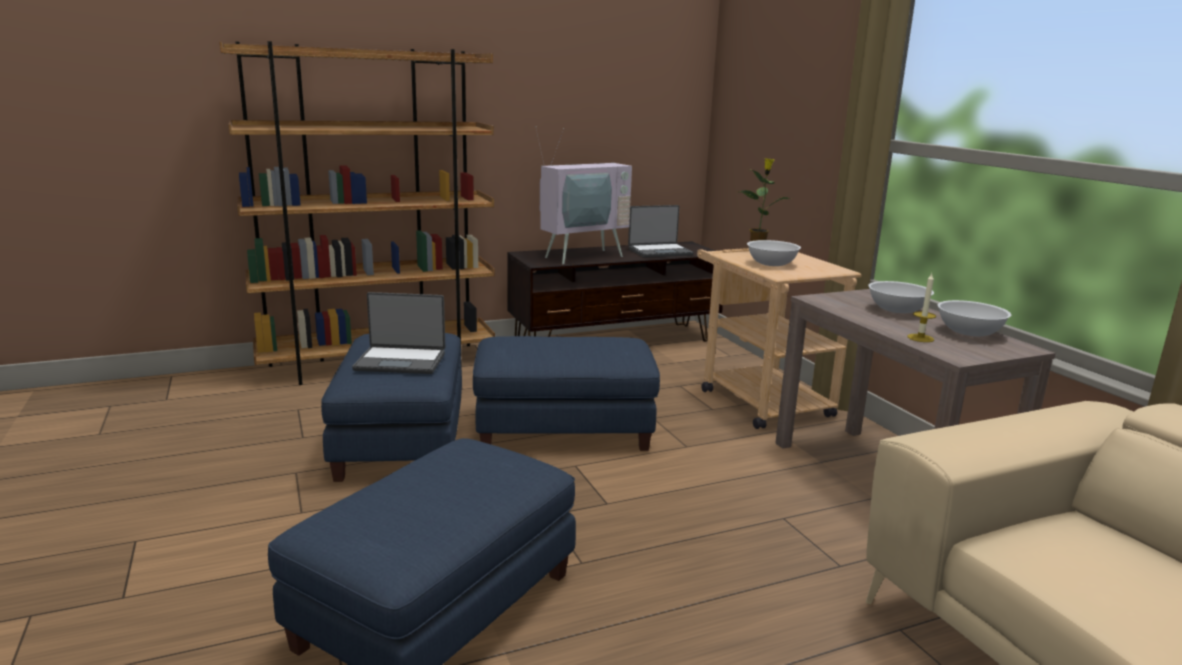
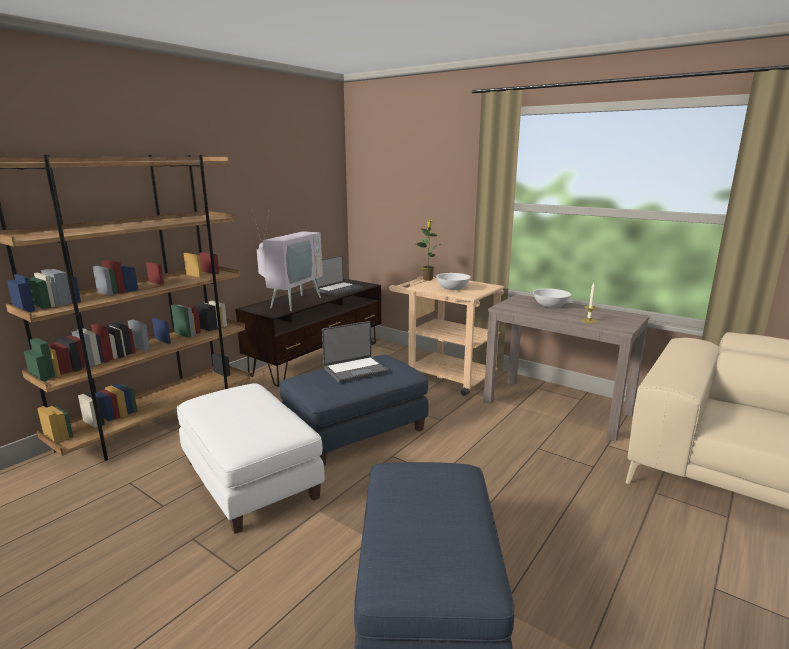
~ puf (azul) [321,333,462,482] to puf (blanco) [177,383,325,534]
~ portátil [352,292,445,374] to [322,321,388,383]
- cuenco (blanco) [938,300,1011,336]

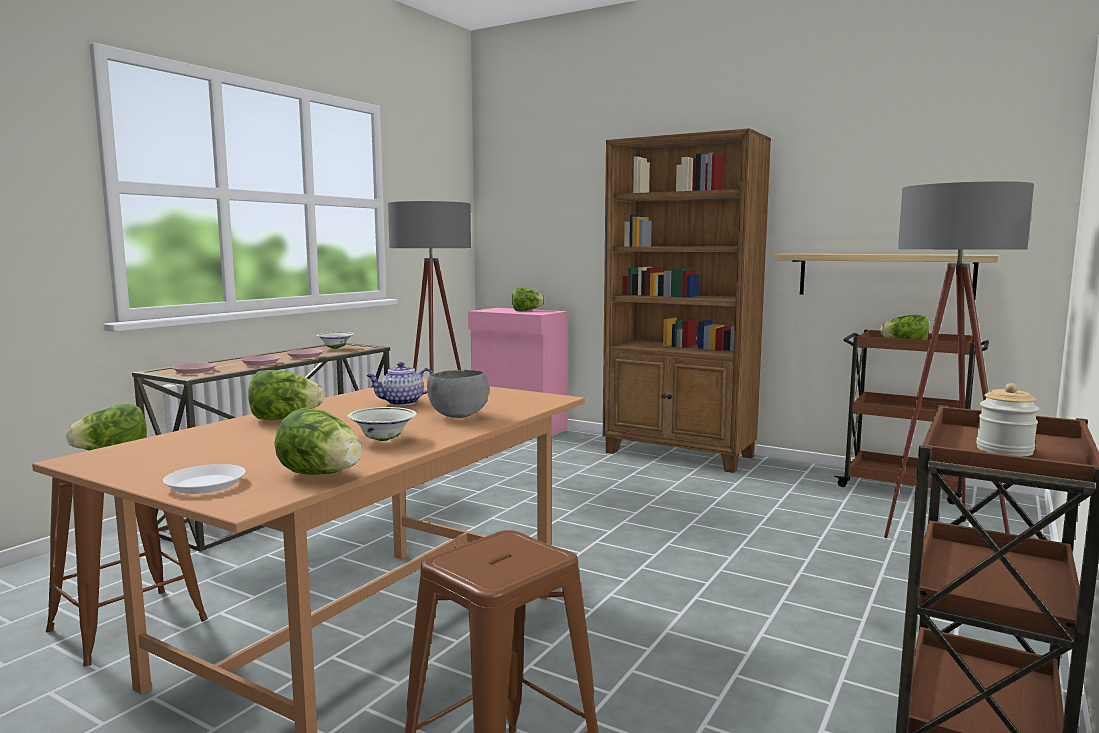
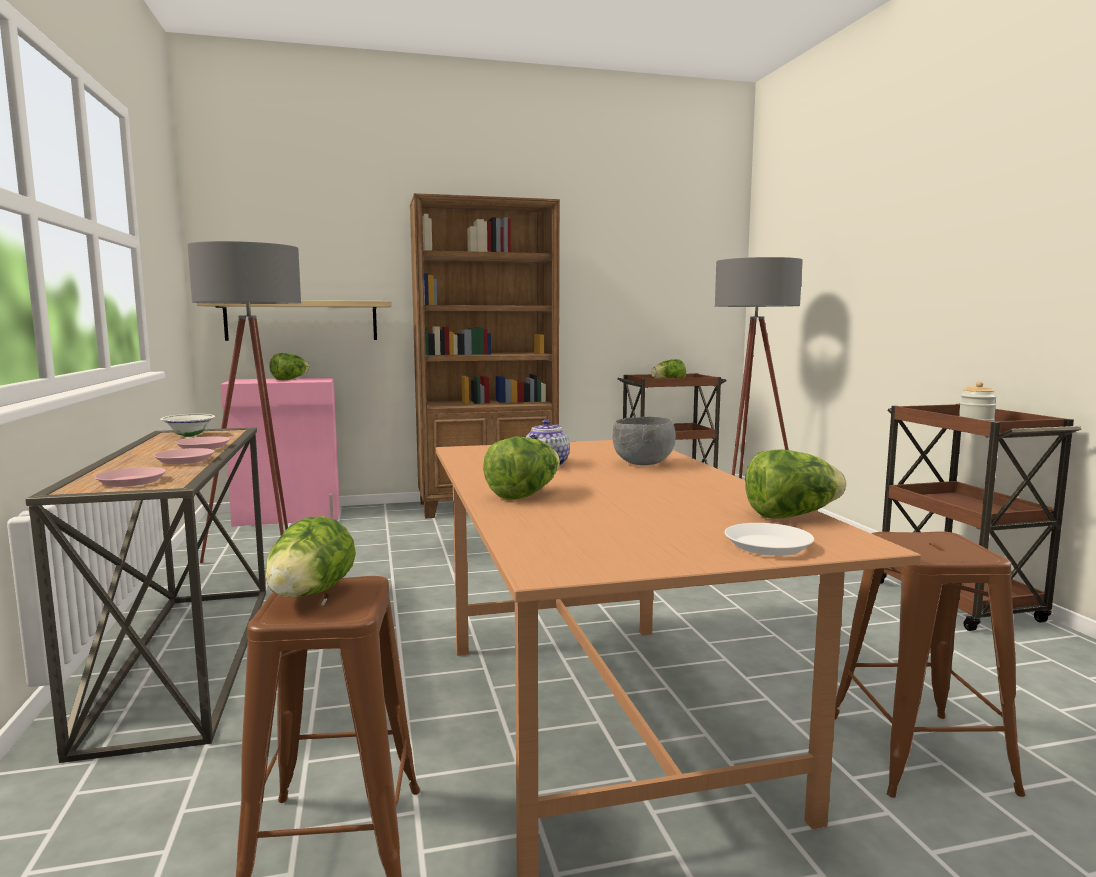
~ estante [774,254,999,299] to [196,300,392,341]
- cuenco (blanco) [347,407,417,441]

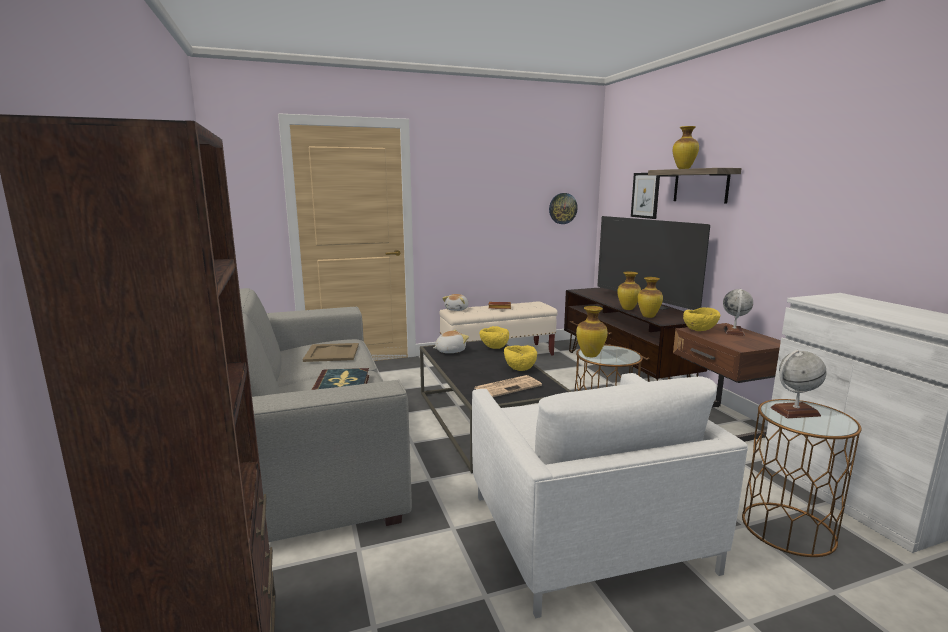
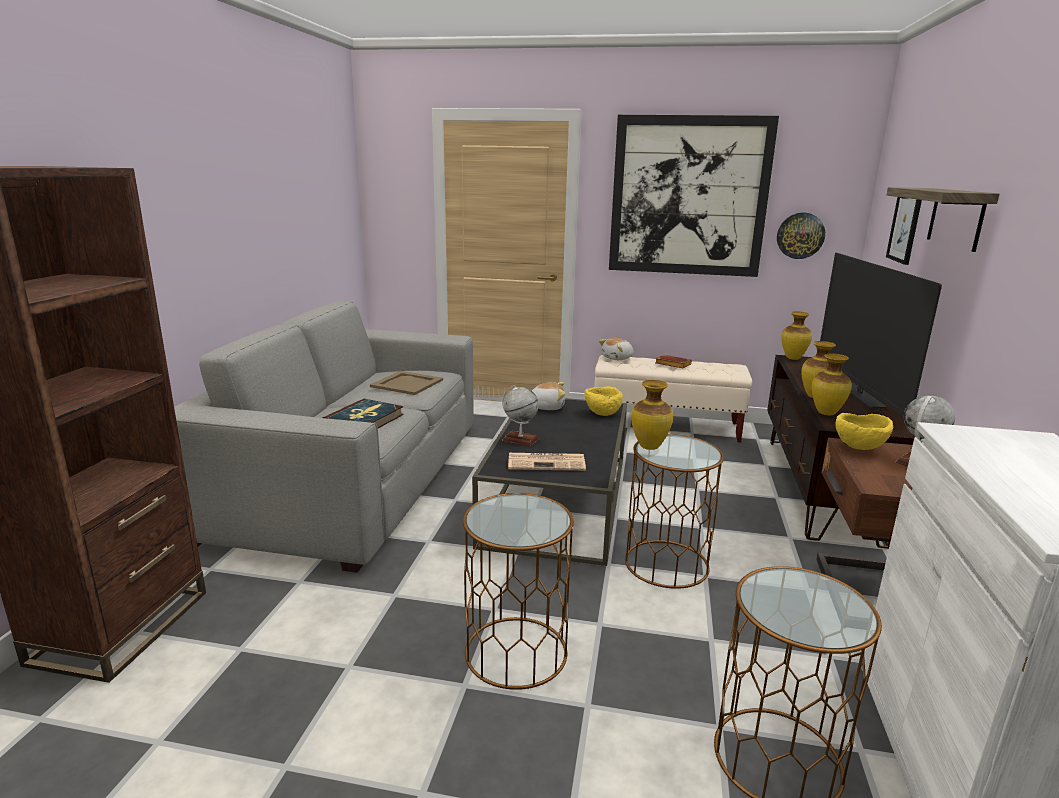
~ sillón (blanco) [472,373,748,618] to mesa auxiliar (marrón) [463,493,574,690]
~ globo terráqueo [770,350,827,418] to [502,385,539,447]
+ cuadro [609,115,779,277]
~ florero [673,126,699,169] to [781,311,812,360]
- cuenco (amarillo) [504,345,537,371]

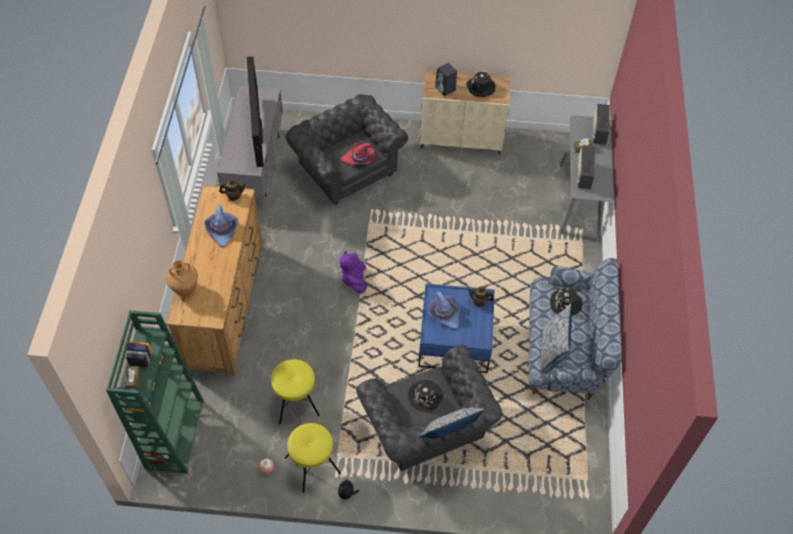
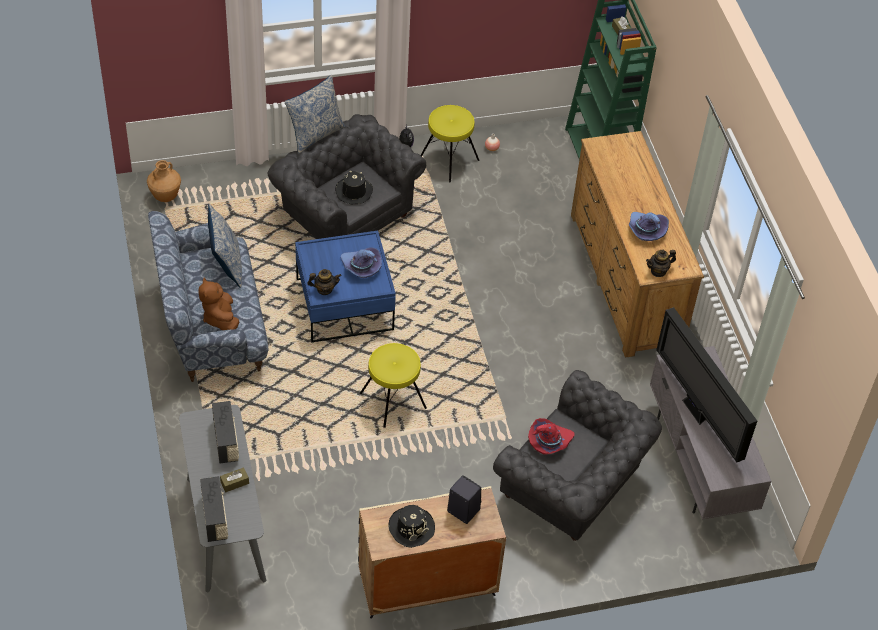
~ florero (marrón) [166,260,198,296] to [147,160,181,202]
~ sombrero (negro) [550,288,582,316] to peluche (marrón) [199,277,239,330]
~ taburete (amarillo) [271,359,320,424] to [360,343,427,428]
- peluche (morado) [340,250,368,294]

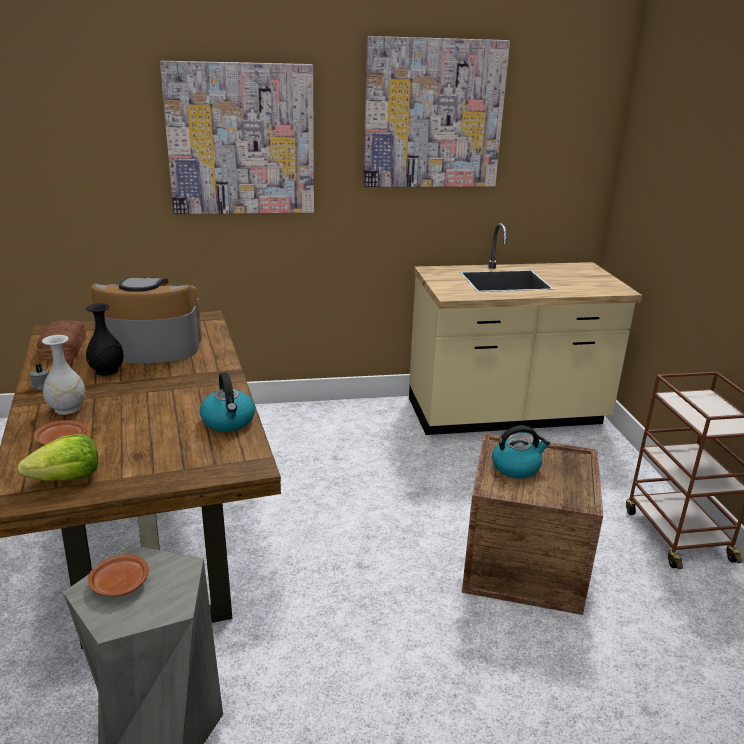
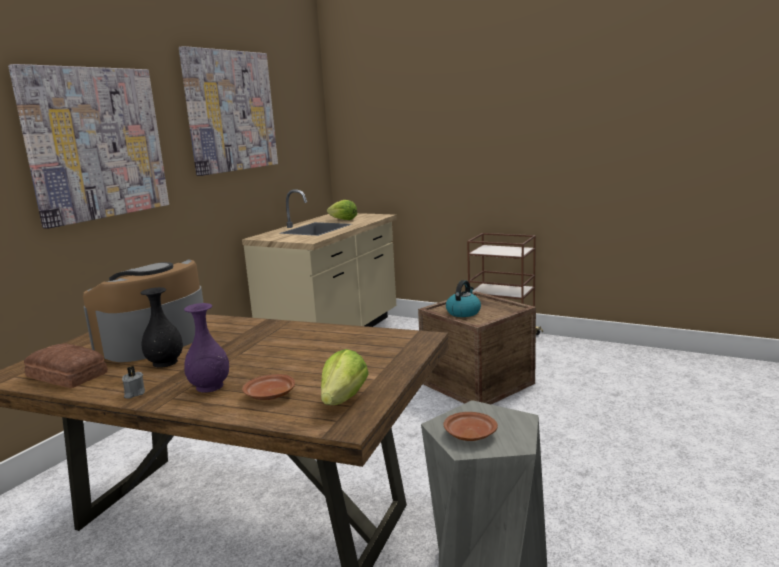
~ florero (blanco) [42,335,86,415] to florero (morado) [184,303,229,393]
+ lechuga [327,200,357,220]
- hervidor [200,372,255,432]

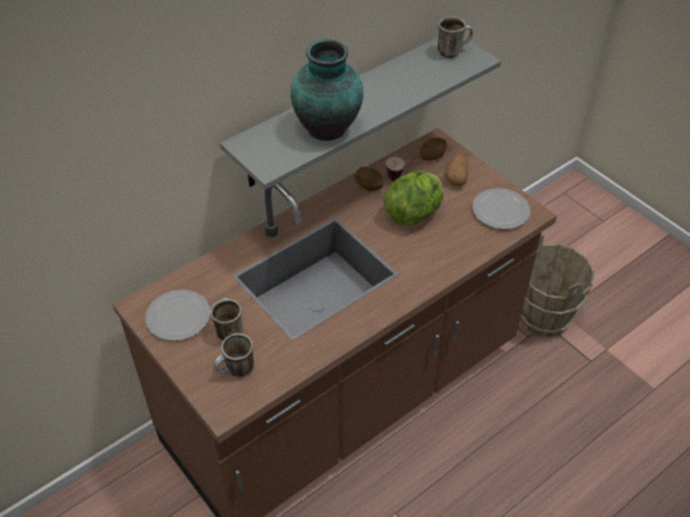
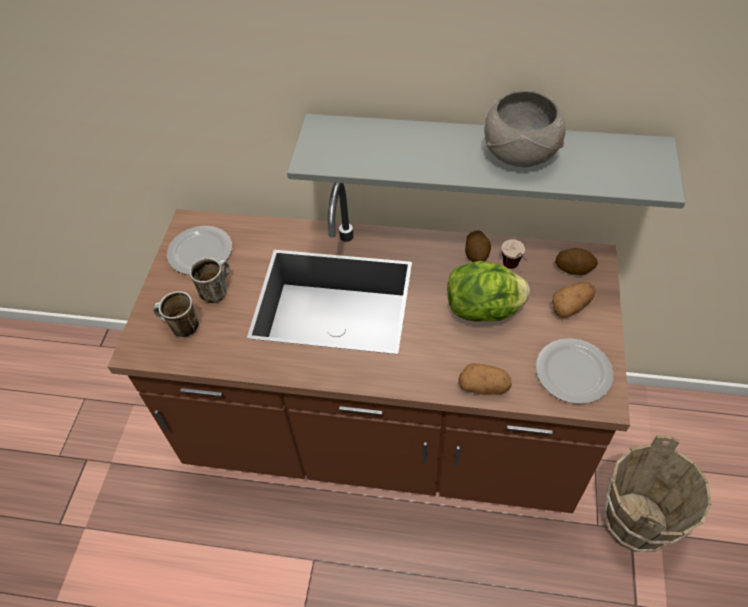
+ patata [458,363,512,395]
+ cuenco (gris) [484,90,566,167]
- florero [291,39,363,141]
- taza grande [438,16,473,58]

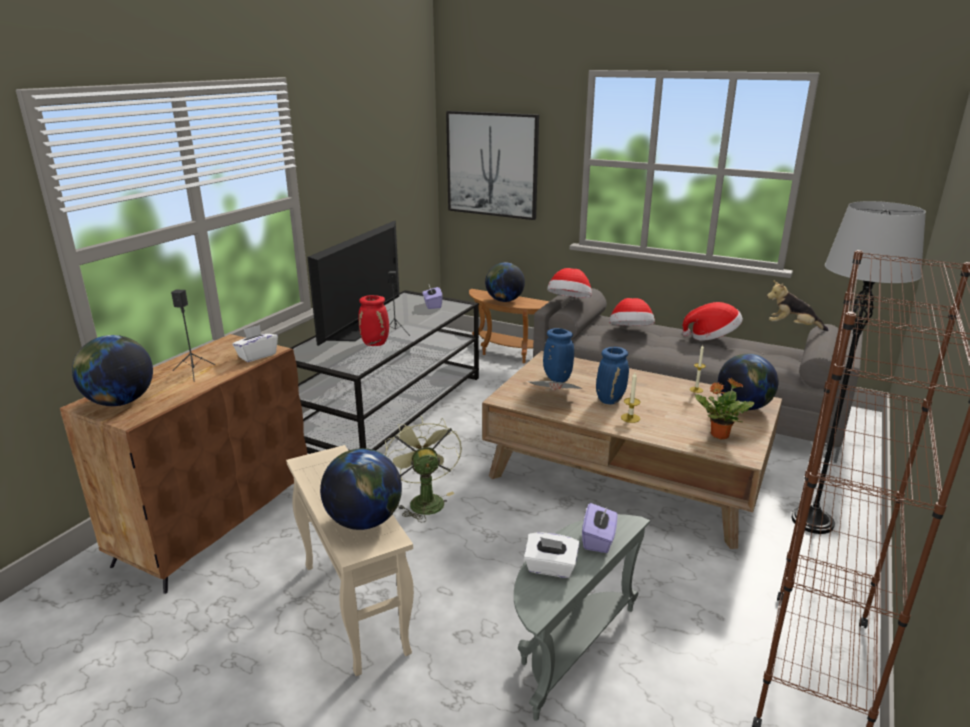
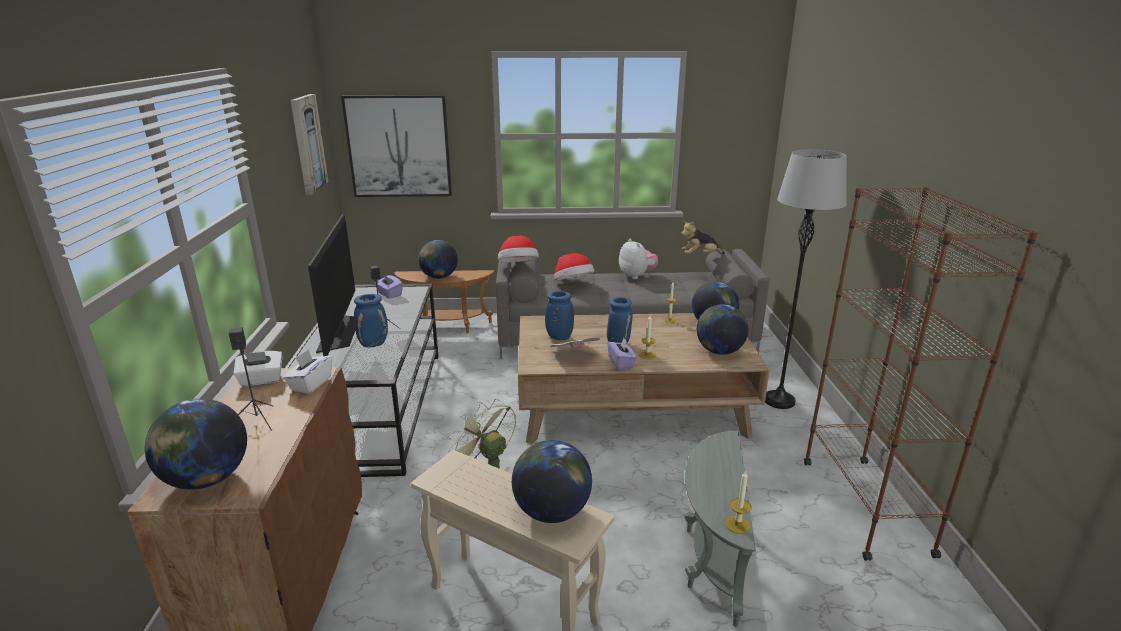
~ caja de pañuelos (blanco) [524,532,579,578] to [233,351,282,386]
+ cuadro [291,94,329,195]
~ florero (rojo) [358,295,389,346] to florero (azul) [354,294,388,348]
~ caja de pañuelos (morado) [582,503,618,553] to [607,338,637,370]
~ sombrero [682,302,743,341] to peluche [619,239,658,279]
~ planta en maceta [695,377,754,440] to globo terráqueo [697,304,748,355]
+ vela [725,470,752,534]

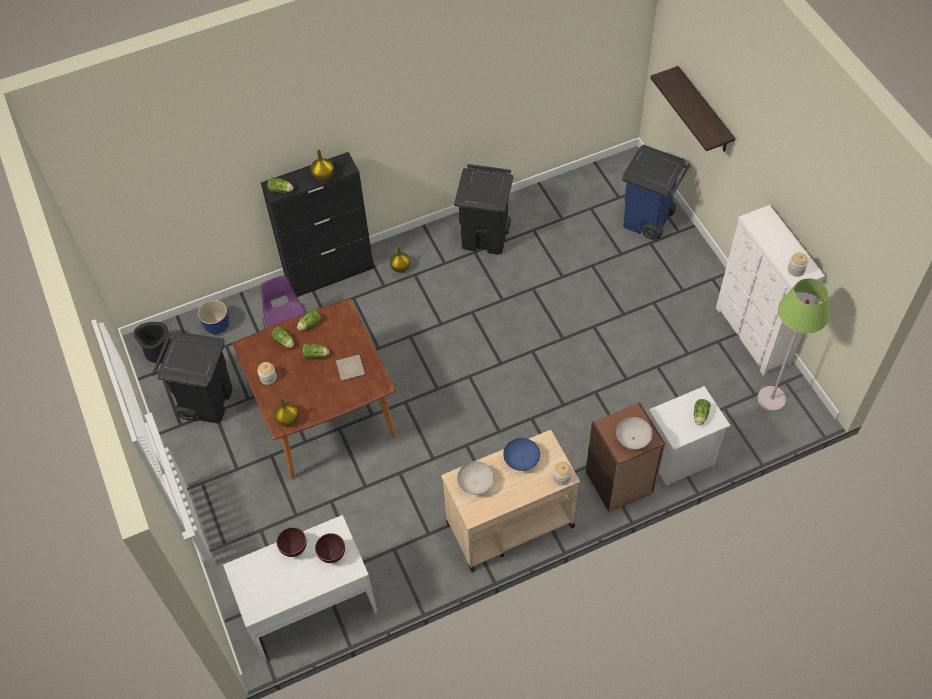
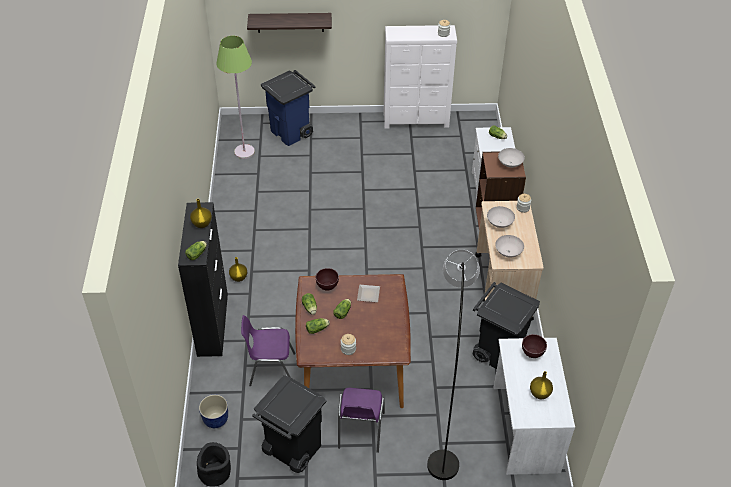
~ lámpara de pie (verde) [757,278,829,412] to [216,36,255,159]
~ cuenco (marrón) [276,527,307,557] to [316,268,339,291]
+ silla (morado) [338,388,385,453]
+ lámpara de pie (gris) [427,249,480,480]
~ papelera (negro) [454,164,513,254] to [473,282,540,369]
~ cuenco (azul) [503,438,540,471] to cuenco (blanco) [487,206,515,228]
~ florero (amarillo) [274,397,299,426] to [530,371,553,399]

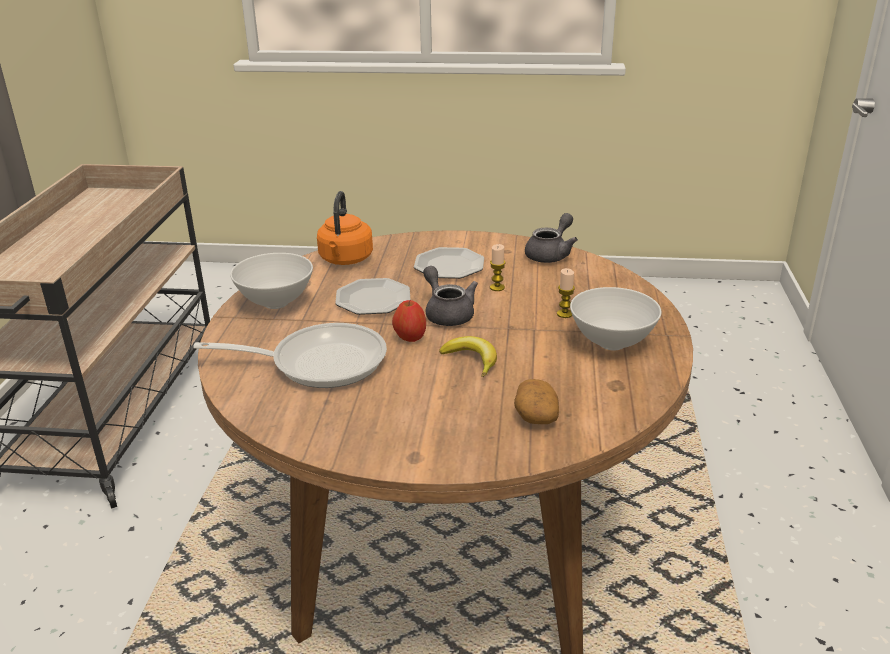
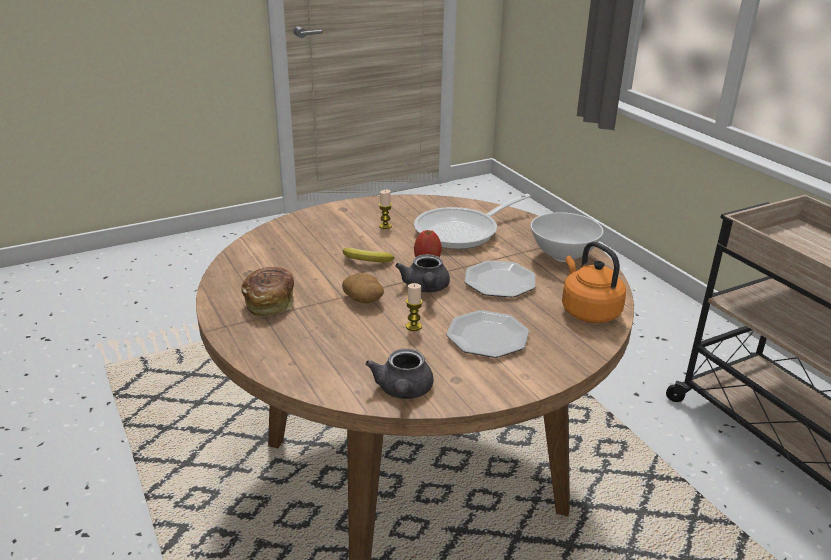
~ cuenco (blanco) [570,287,661,350] to pan [241,267,294,316]
~ patata [514,379,559,424] to [342,273,384,303]
~ vela [557,268,575,318] to [379,190,392,229]
~ tetera (gris) [423,266,478,326] = [395,254,450,293] 60 degrees clockwise

